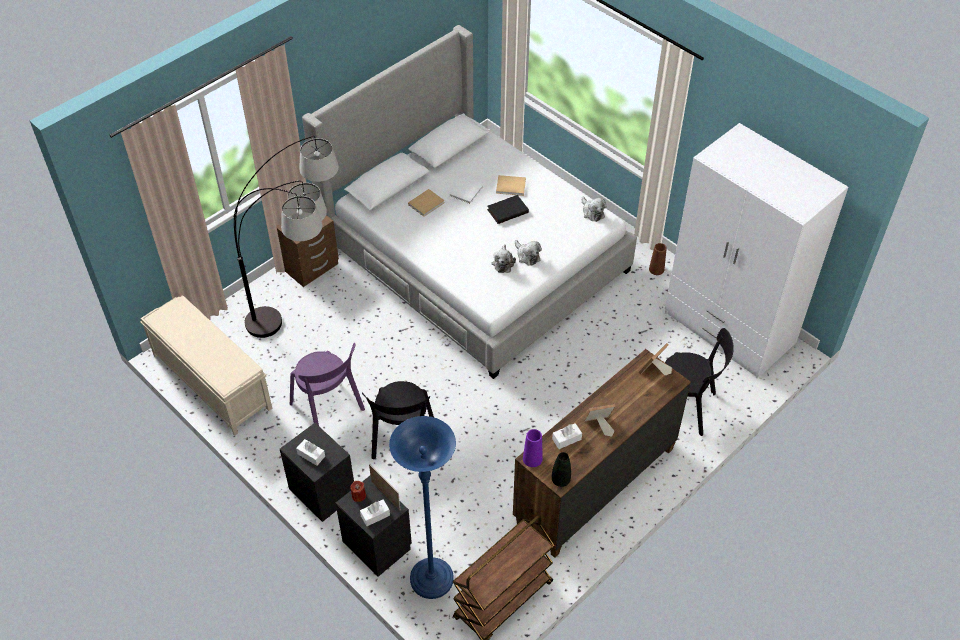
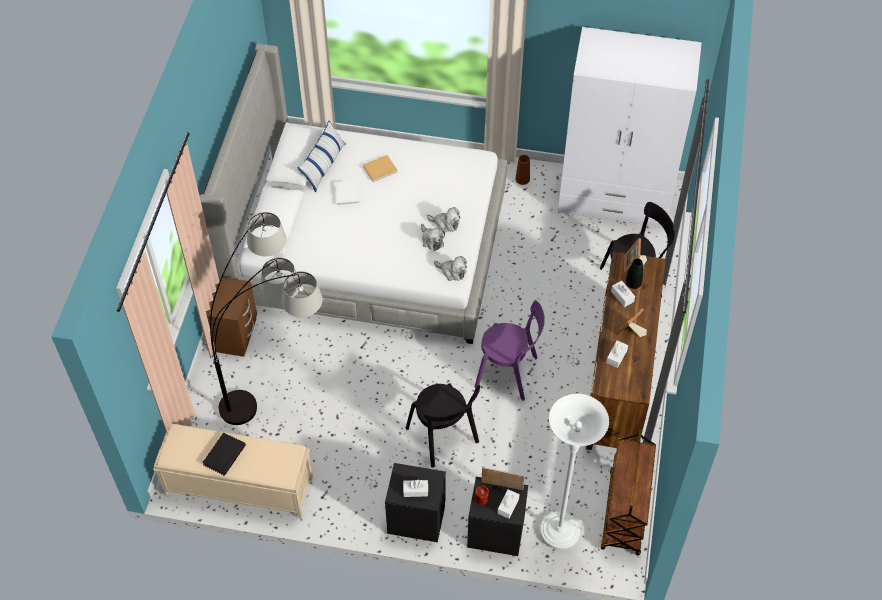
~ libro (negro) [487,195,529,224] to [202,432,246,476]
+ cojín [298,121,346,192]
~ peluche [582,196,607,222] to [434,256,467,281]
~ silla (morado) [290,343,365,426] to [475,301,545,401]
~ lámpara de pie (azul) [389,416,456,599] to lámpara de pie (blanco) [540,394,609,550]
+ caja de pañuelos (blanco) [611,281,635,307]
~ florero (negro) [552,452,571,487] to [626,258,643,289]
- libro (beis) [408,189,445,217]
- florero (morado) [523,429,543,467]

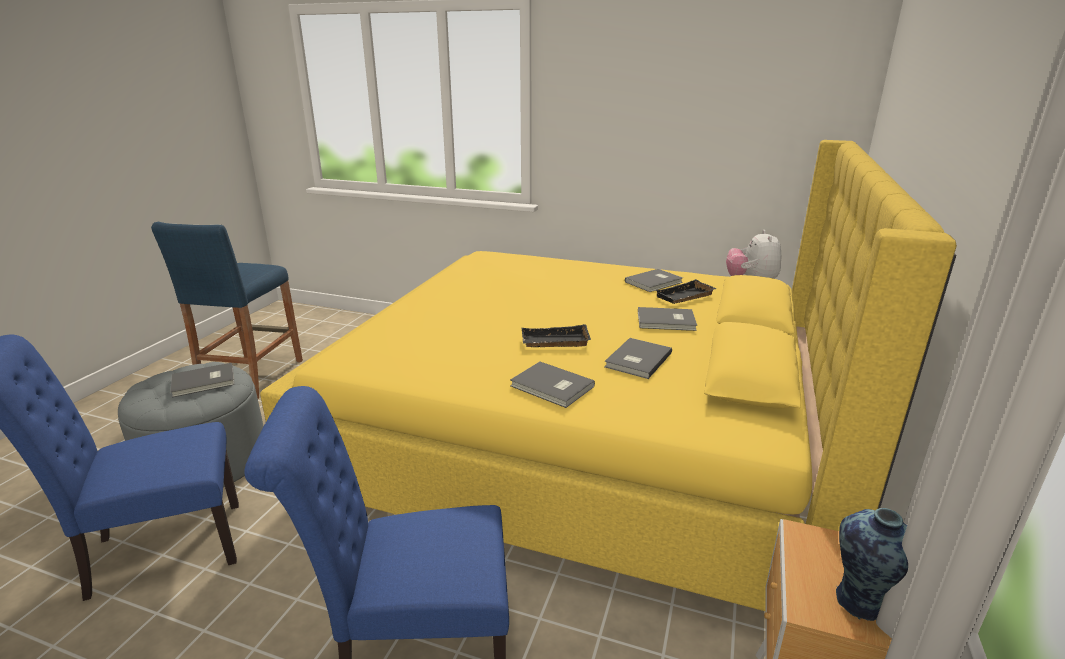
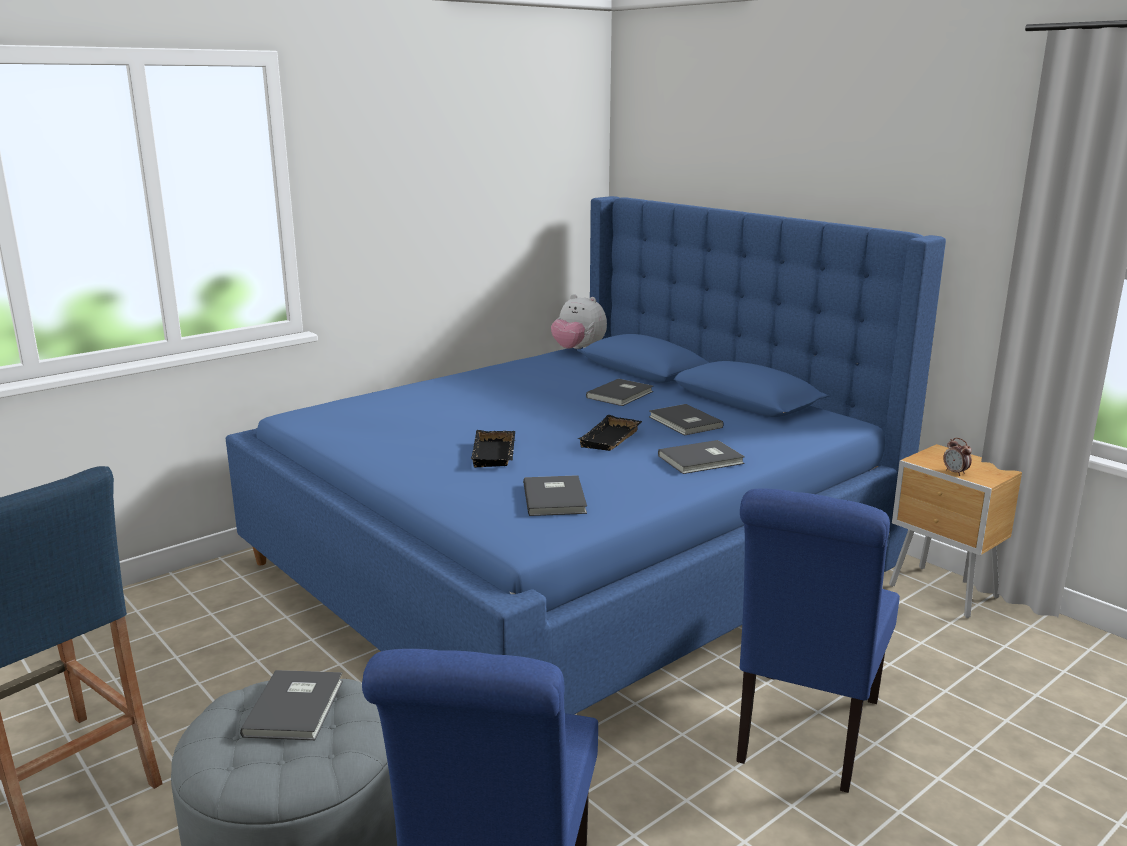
~ cama (amarillo) [260,140,957,611] to cama (azul) [226,196,946,715]
~ bandeja (negro) [655,279,717,304] to [471,430,515,468]
~ libro (gris) [625,269,683,292] to [523,475,587,516]
+ despertador [943,438,972,476]
- florero [836,508,908,621]

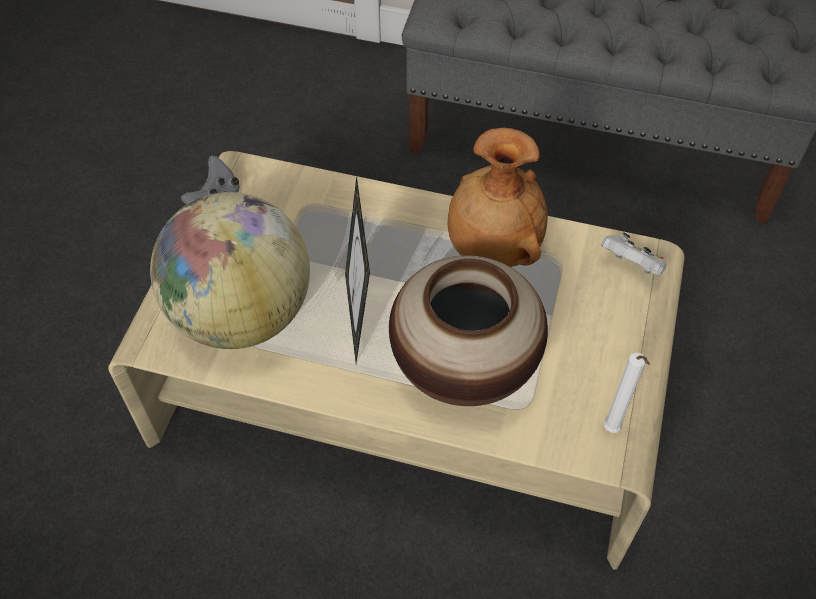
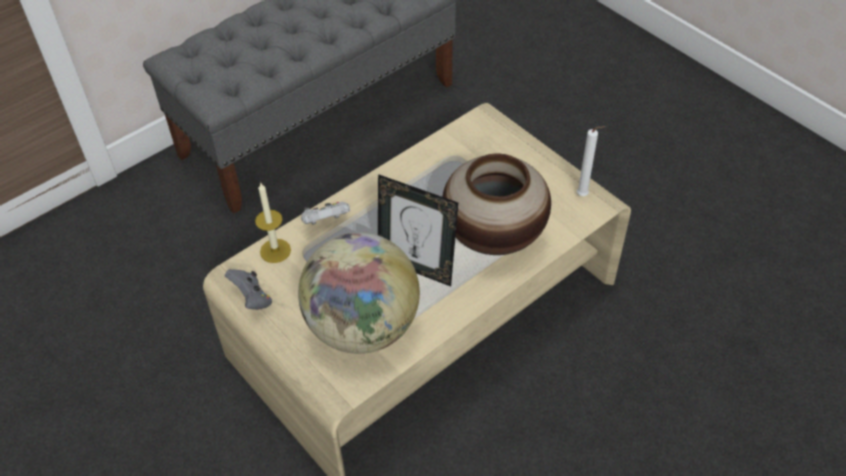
+ vela [255,182,291,263]
~ mando de consola (blanco) [602,233,667,276] to [301,202,350,225]
- florero (marrón) [448,128,548,267]

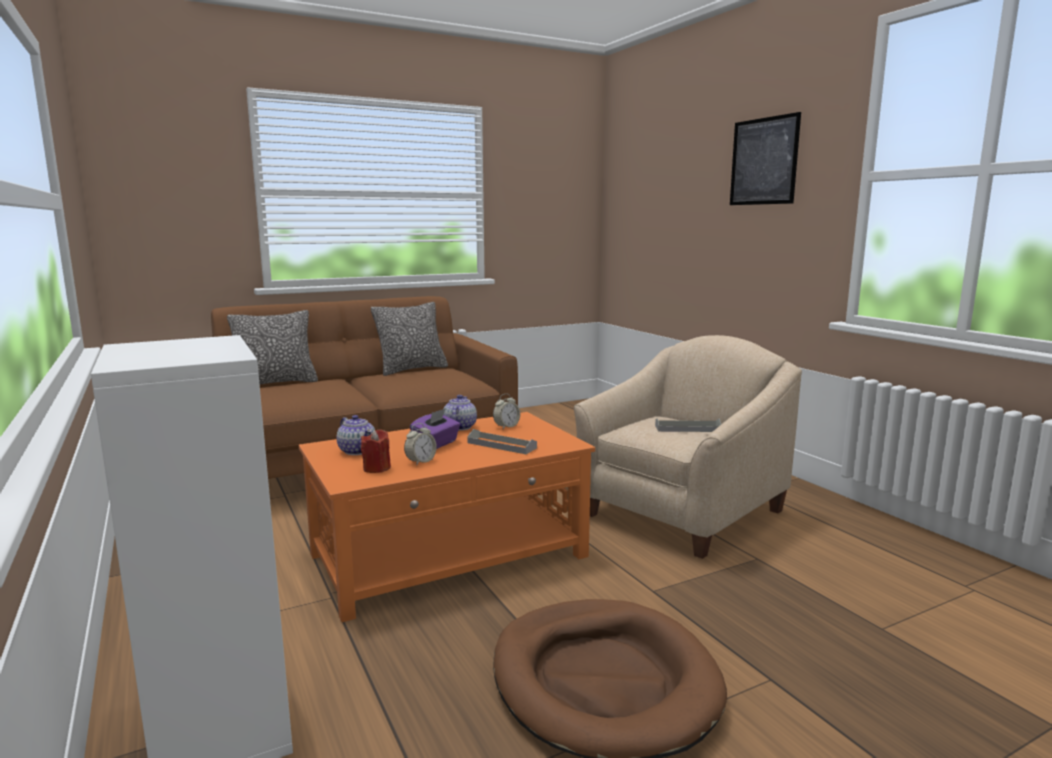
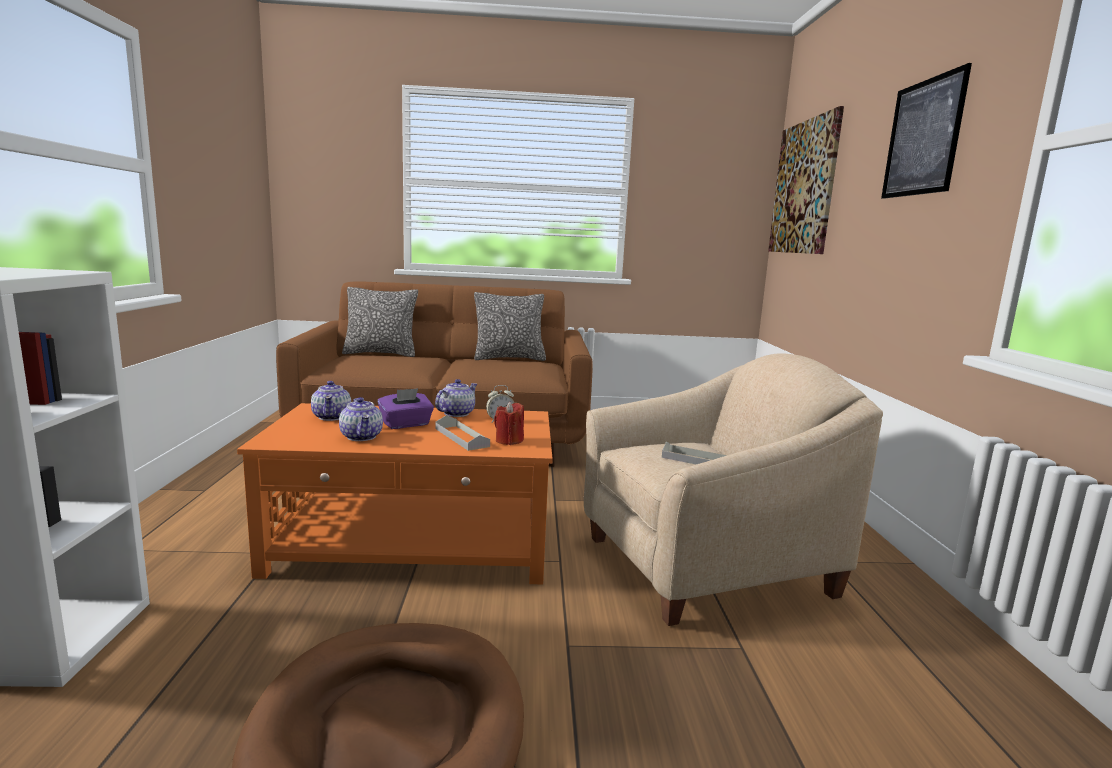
~ despertador [404,423,437,466] to tetera [339,397,383,441]
~ vela (rojo) [361,430,391,473] to [494,402,524,445]
+ cuadro [768,106,844,254]

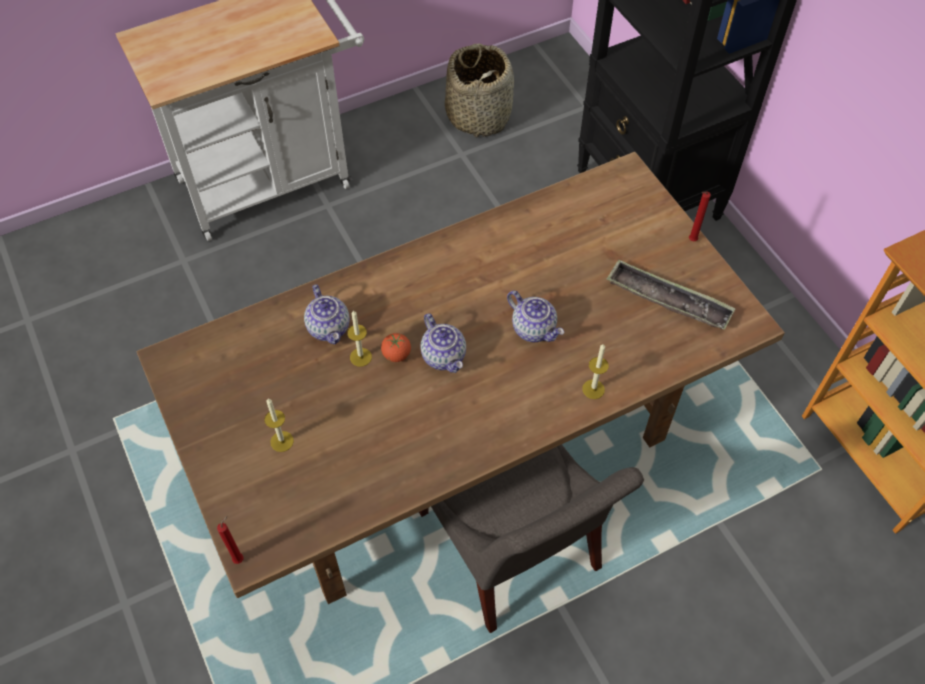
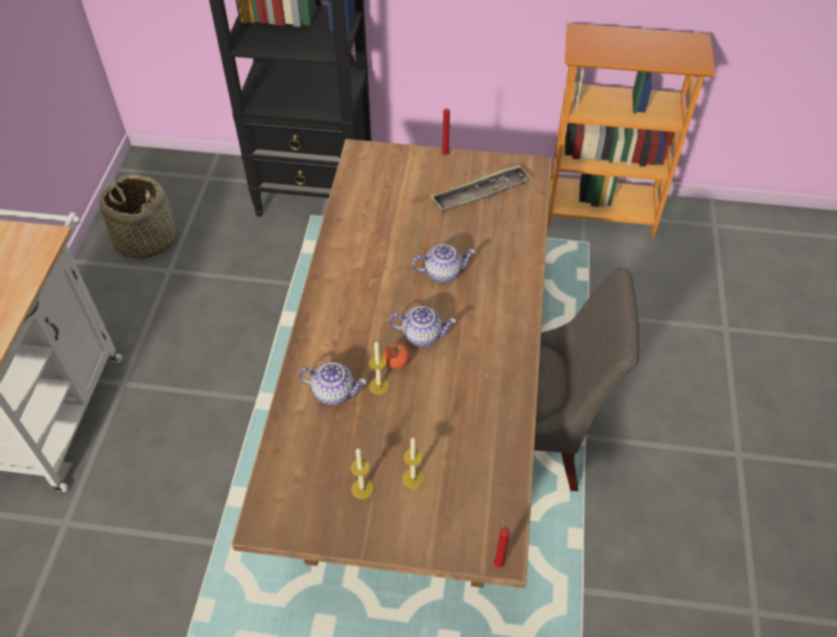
~ vela [582,344,609,399] to [350,448,373,499]

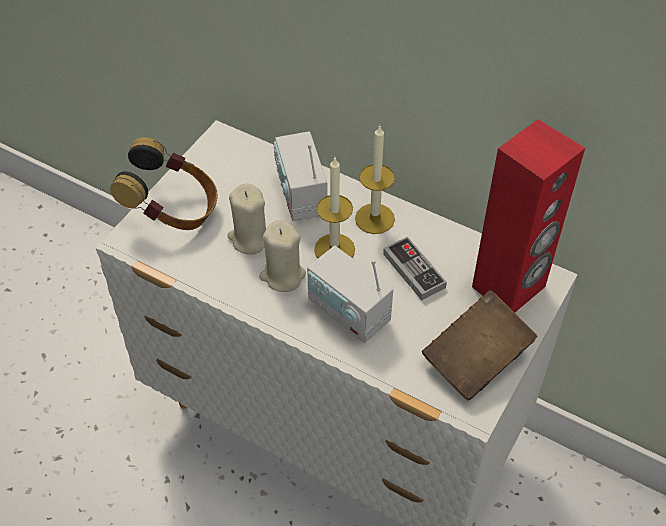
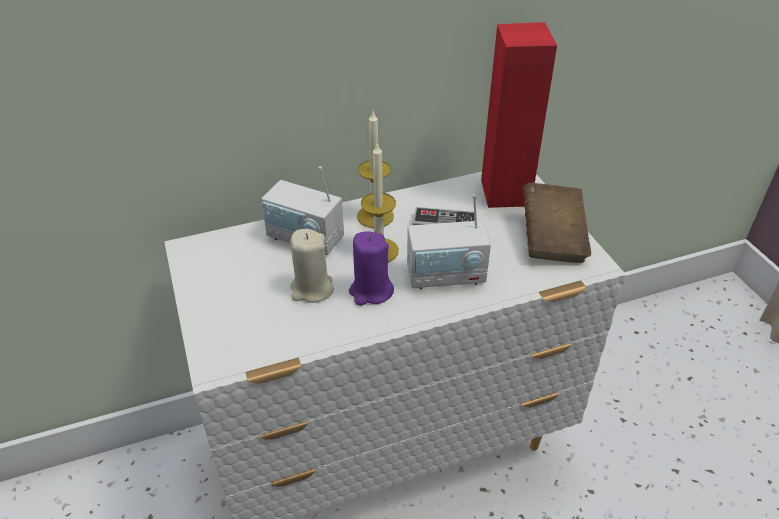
~ vela (beis) [259,220,306,292] to vela (morado) [349,231,394,306]
- auriculares [110,137,217,230]

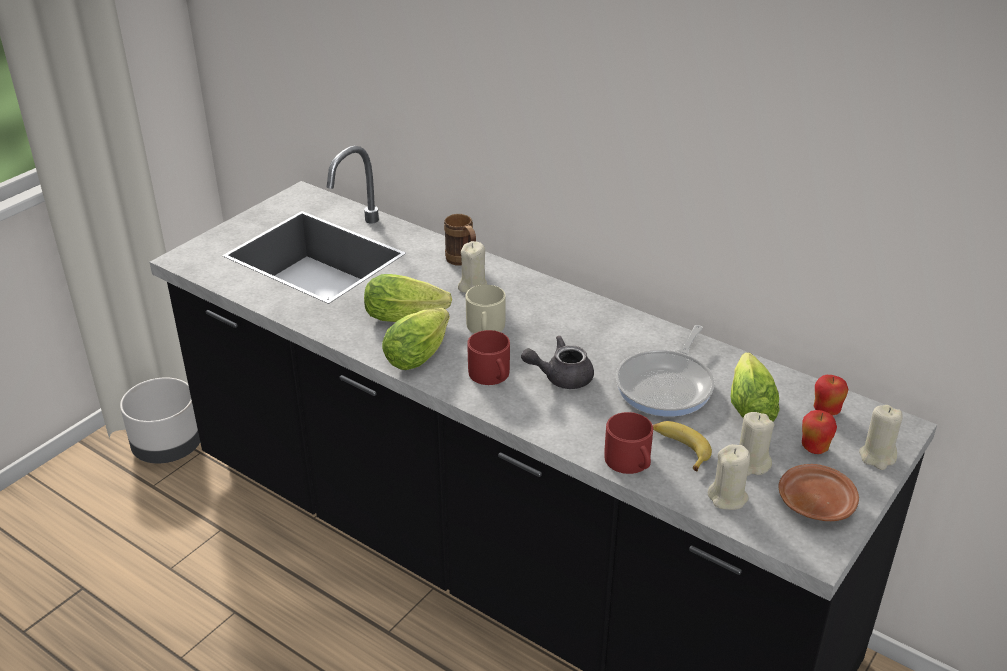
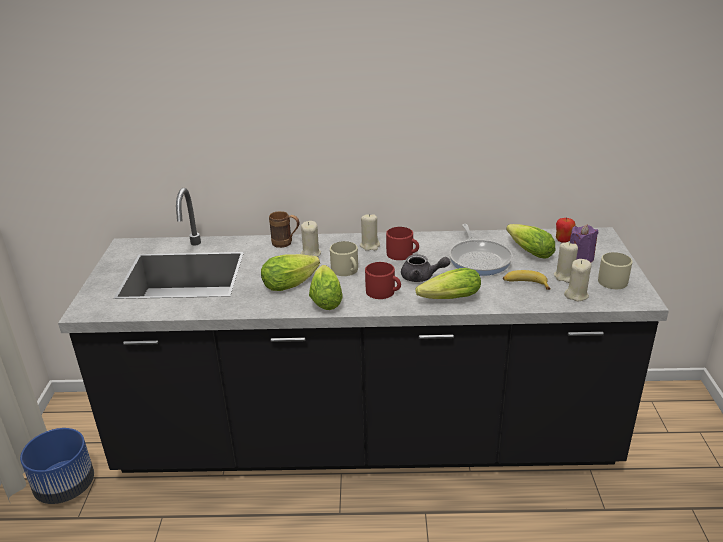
~ maceta (gris) [120,377,200,463] to maceta (azul) [20,428,94,504]
~ vela (beis) [859,405,902,470] to [360,214,380,251]
~ taza grande (rojo) [604,412,653,474] to [386,227,419,260]
~ tetera (gris) [521,336,594,389] = [401,254,450,282] 120 degrees counterclockwise
+ lechuga [415,268,481,299]
~ manzana [802,410,837,454] to vela (morado) [570,224,598,263]
~ plato (marrón) [779,464,859,521] to taza grande (beis) [598,252,632,289]

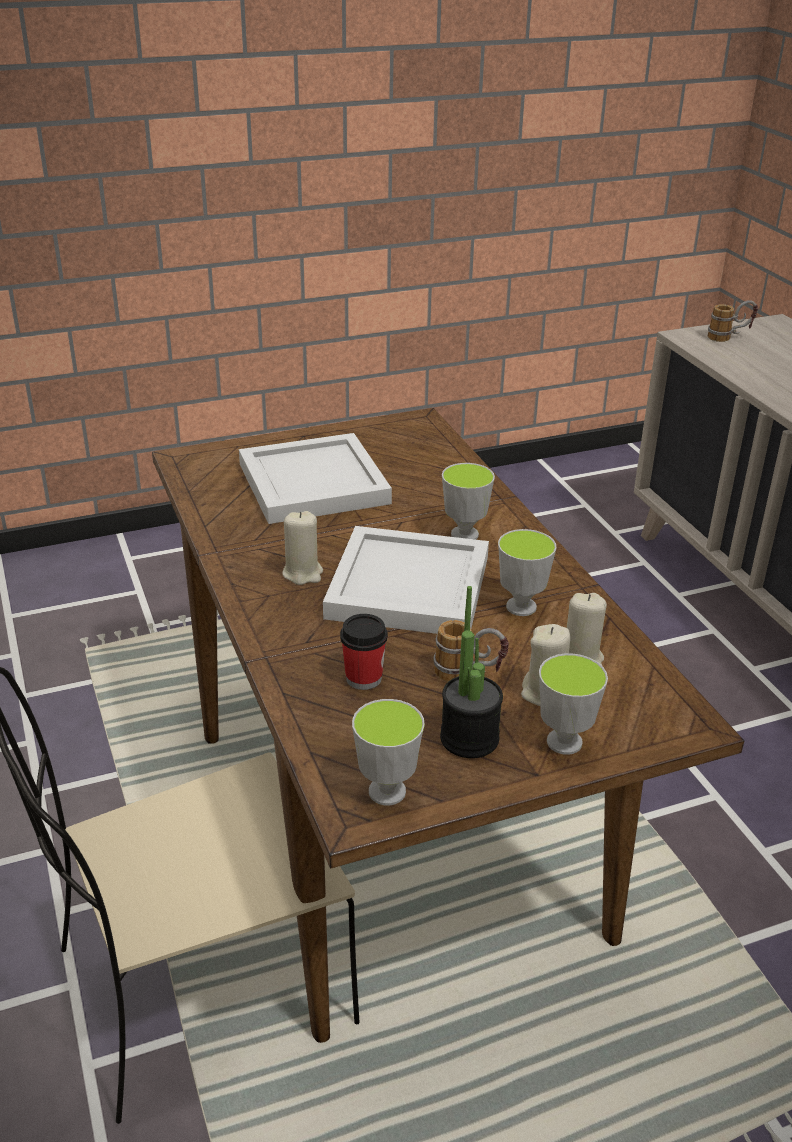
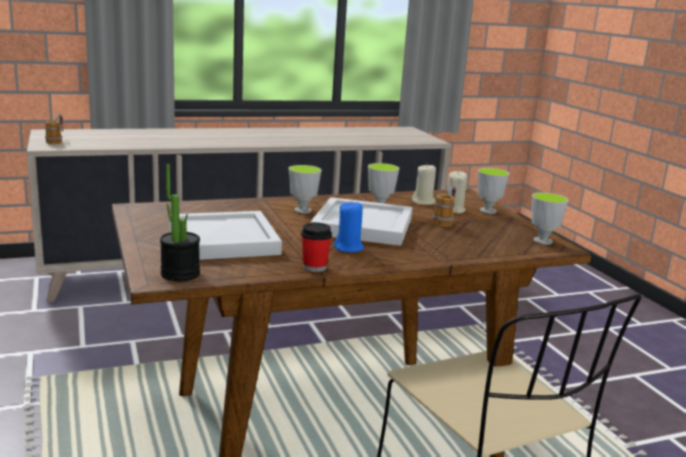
~ planta en maceta [440,586,503,758] to [160,164,200,281]
~ taza [340,614,388,690] to [301,223,332,272]
~ vela (beis) [282,511,323,585] to vela (azul) [334,201,364,252]

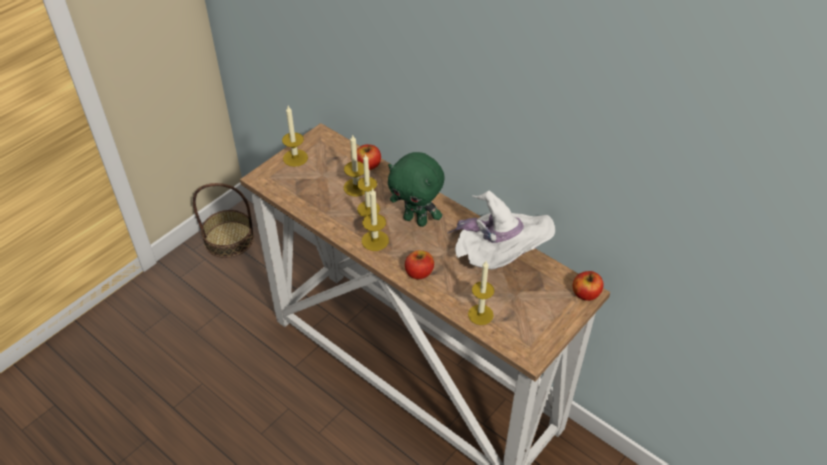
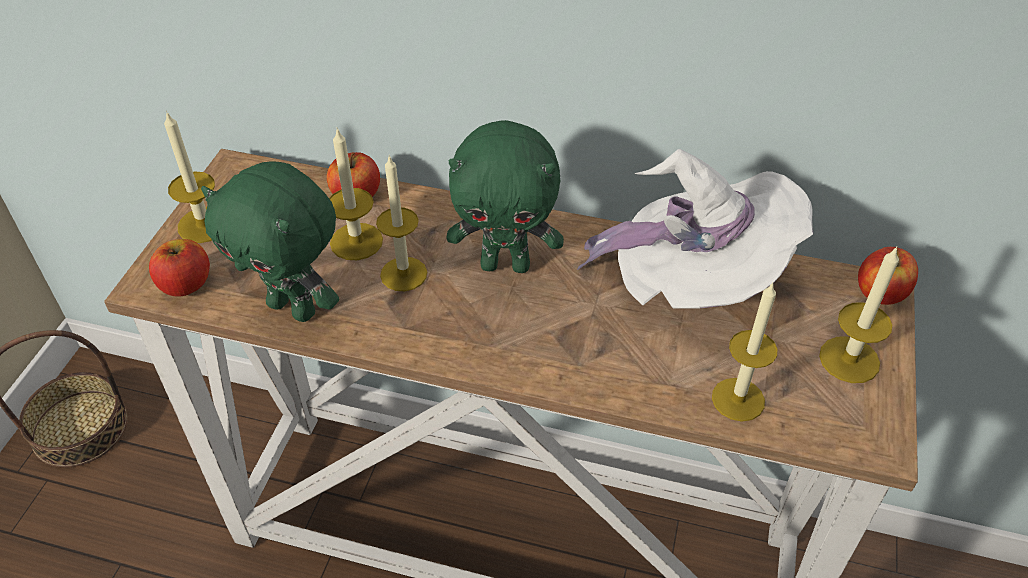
~ manzana [405,250,434,279] to [149,239,210,297]
+ peluche (verde) [201,161,339,322]
~ vela [362,188,389,251] to [819,247,899,383]

